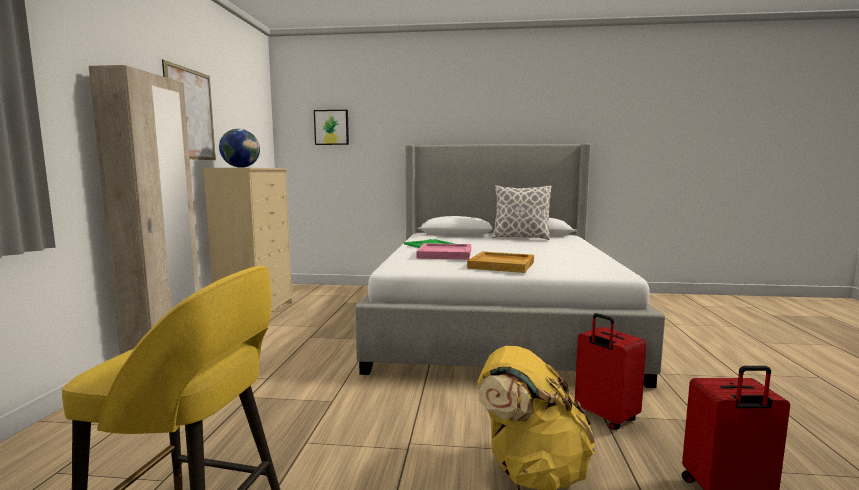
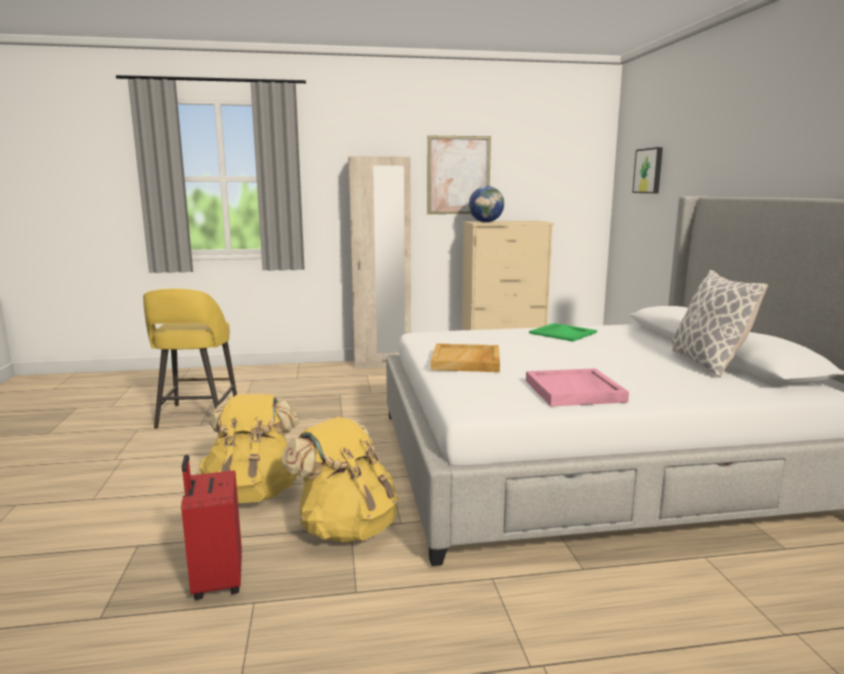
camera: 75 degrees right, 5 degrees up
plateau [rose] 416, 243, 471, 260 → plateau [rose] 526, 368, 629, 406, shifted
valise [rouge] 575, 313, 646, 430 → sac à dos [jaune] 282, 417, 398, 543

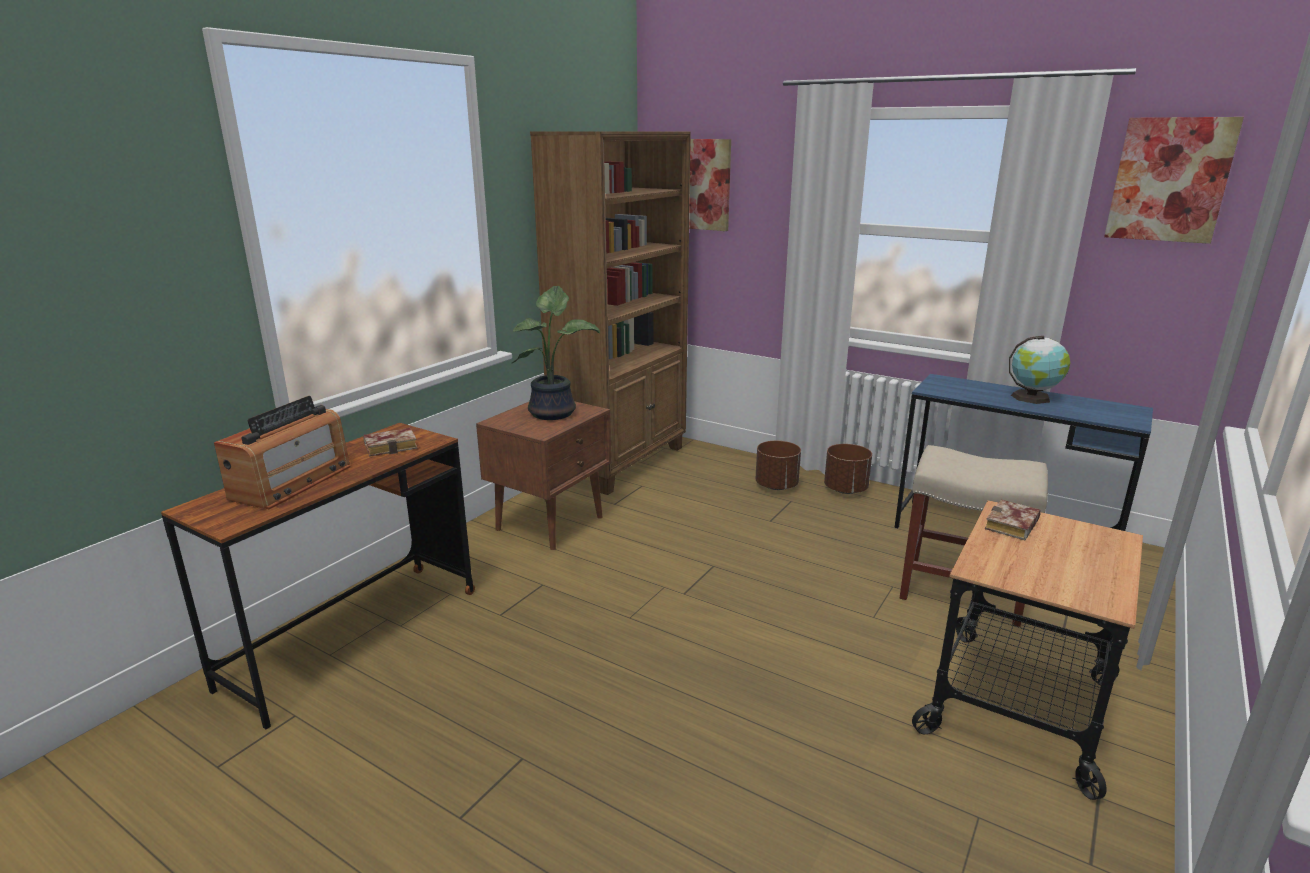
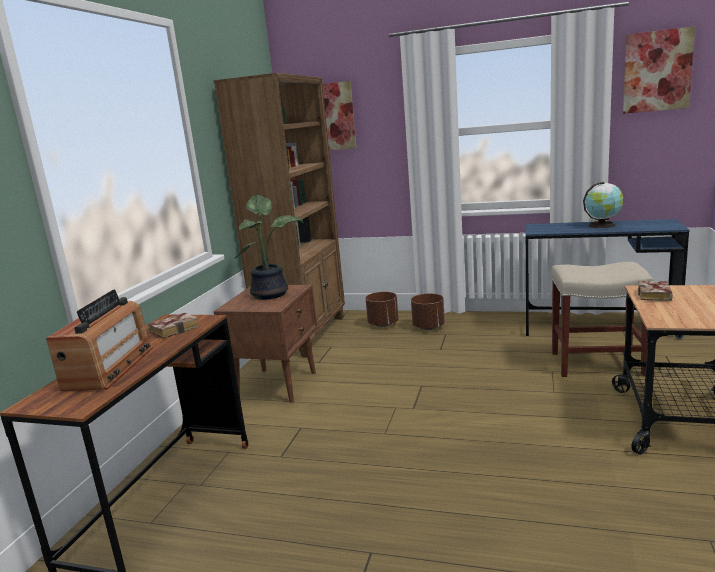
camera: 15 degrees left, 5 degrees down
cache-pot [marron] 824, 444, 872, 494 → cache-pot [marron] 366, 292, 398, 327, shifted

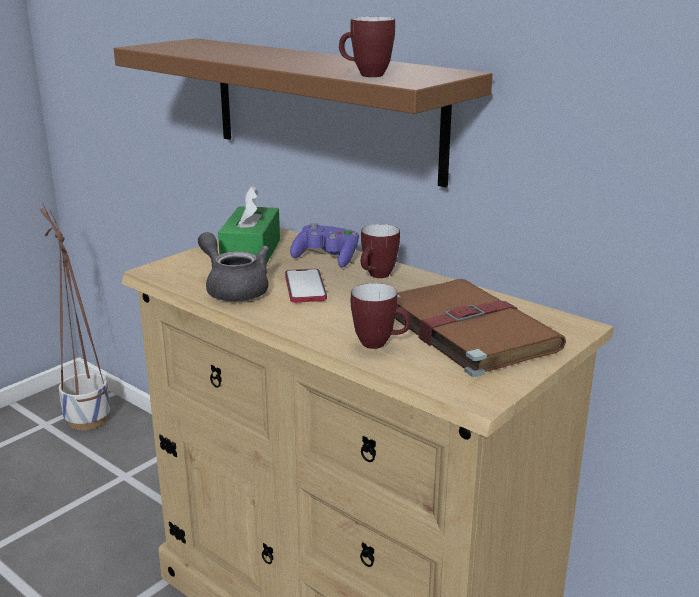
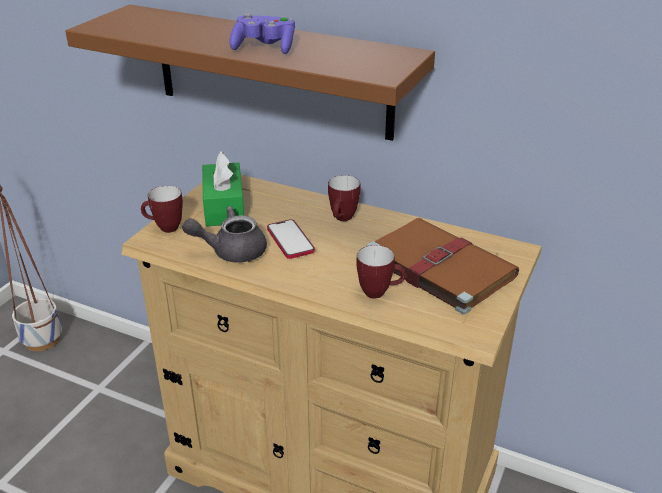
camera: 15 degrees left, 10 degrees up
manette [violet] 290, 223, 359, 267 → manette [violet] 229, 13, 295, 54, shifted
mug 339, 17, 395, 77 → mug 141, 186, 183, 233, shifted
théière [gris] 198, 232, 269, 301 → théière [gris] 182, 206, 267, 263, 45 degrees counterclockwise

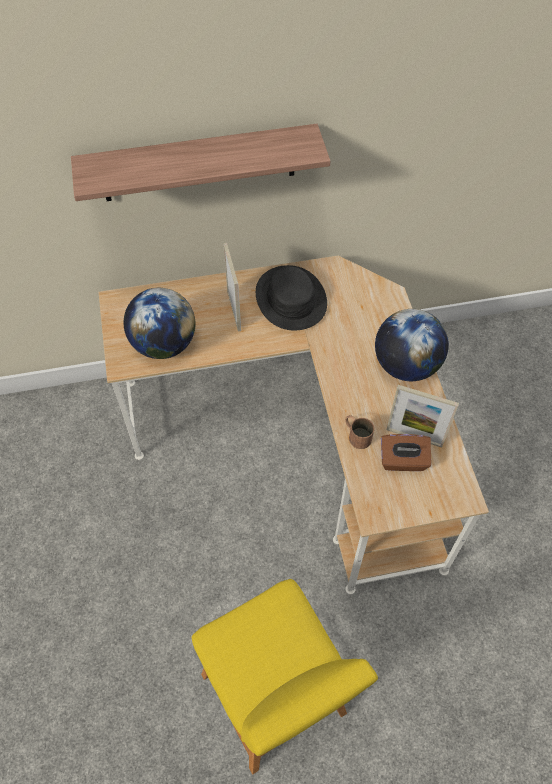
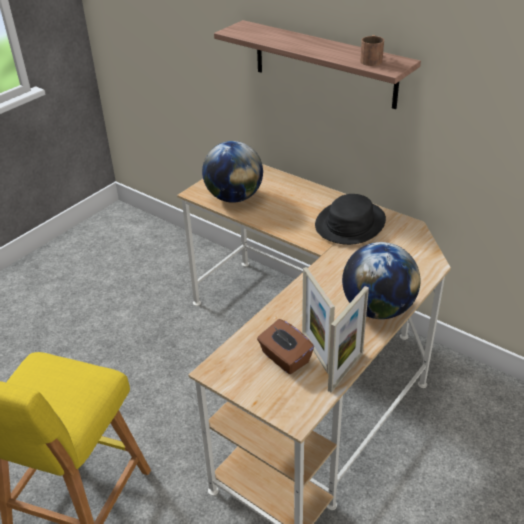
camera: 50 degrees right, 20 degrees down
cadre photo 223, 243, 241, 331 → cadre photo 328, 286, 369, 393, shifted
mug [marron] 345, 415, 374, 449 → mug [marron] 360, 35, 384, 66, shifted

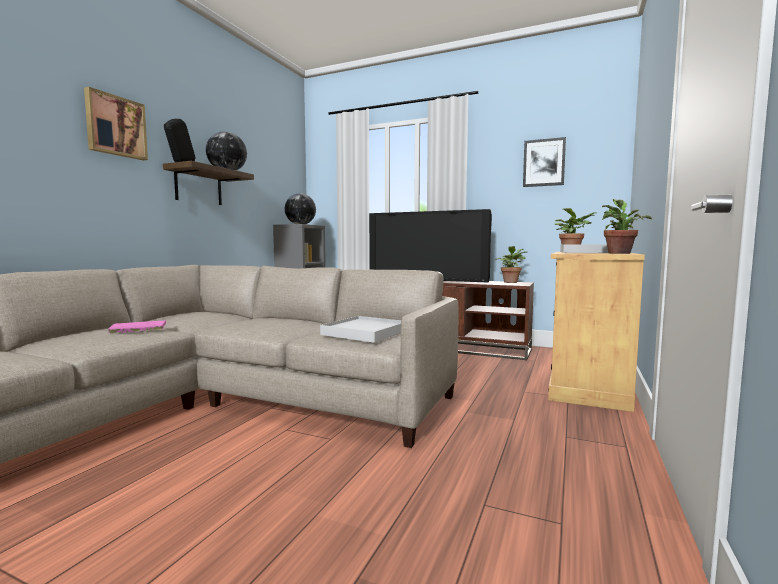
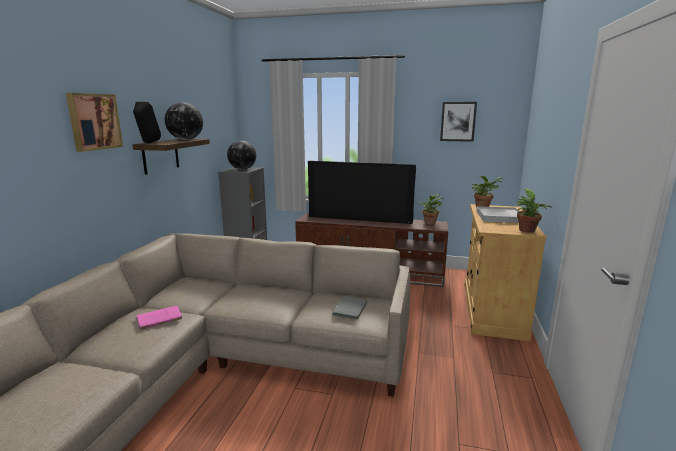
camera: 10 degrees left, 10 degrees up
plateau [blanc] 320, 316, 401, 343 → livre [gris] 332, 296, 368, 320

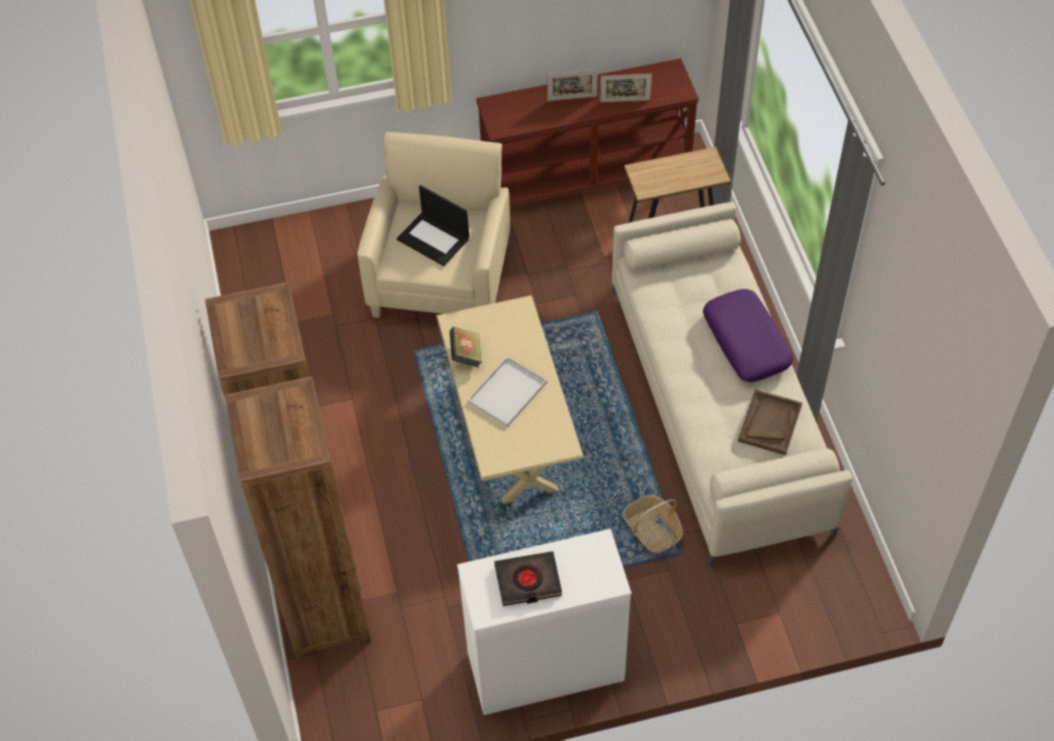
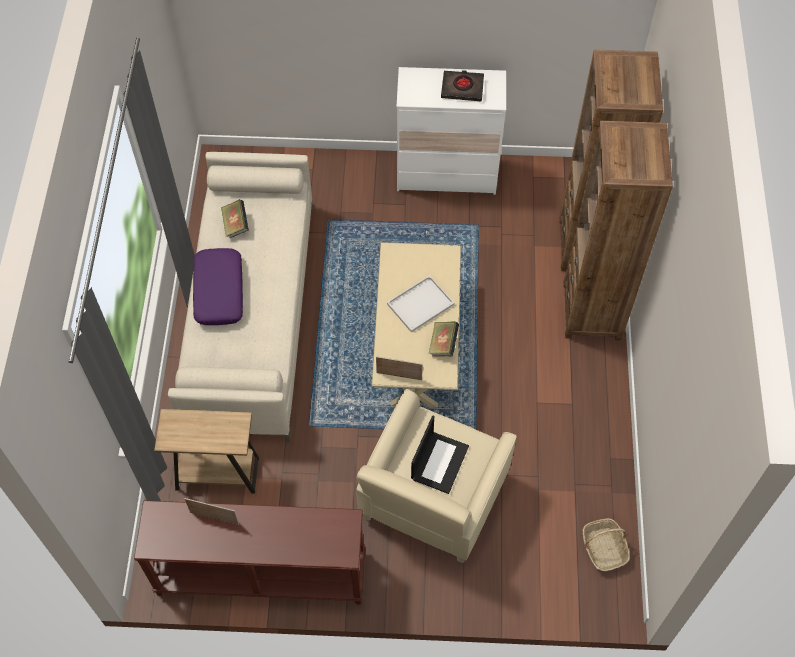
camera: 165 degrees left, 5 degrees up
cadre photo 547, 70, 598, 101 → cadre photo 376, 356, 423, 380, shifted
panier 623, 495, 683, 553 → panier 583, 518, 630, 571, shifted
plateau [marron] 738, 389, 802, 455 → livre 221, 200, 249, 238
ordinateur portable 397, 185, 469, 266 → ordinateur portable 411, 415, 469, 494, 60 degrees clockwise

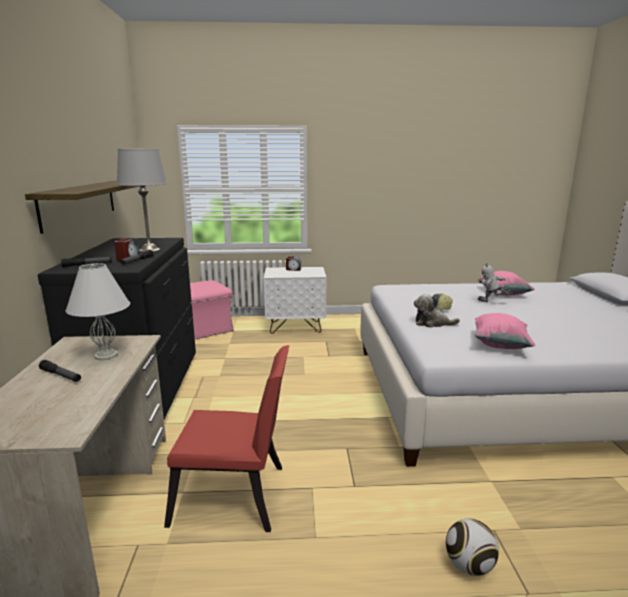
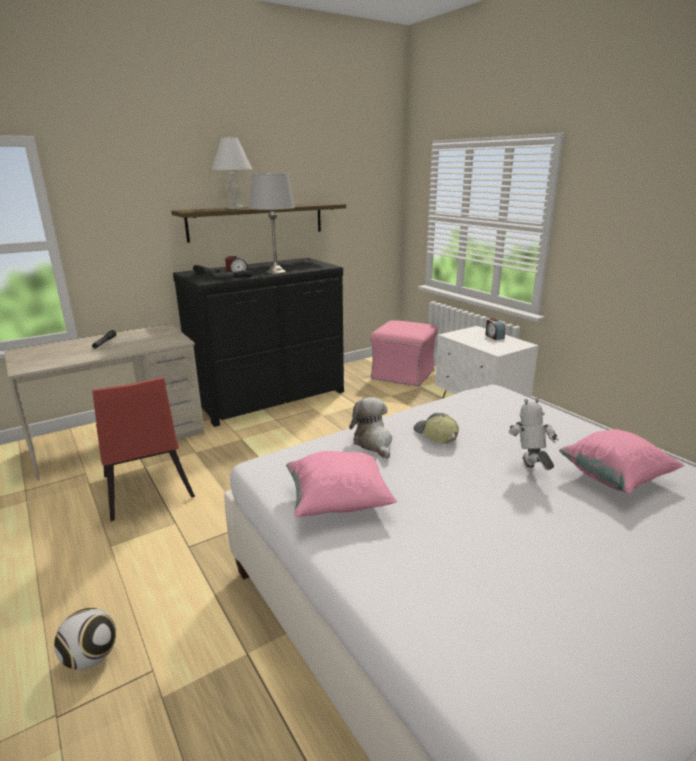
camera: 60 degrees right, 5 degrees up
lampe de table [blanc] 66, 263, 130, 360 → lampe de table [blanc] 211, 136, 253, 209, shifted

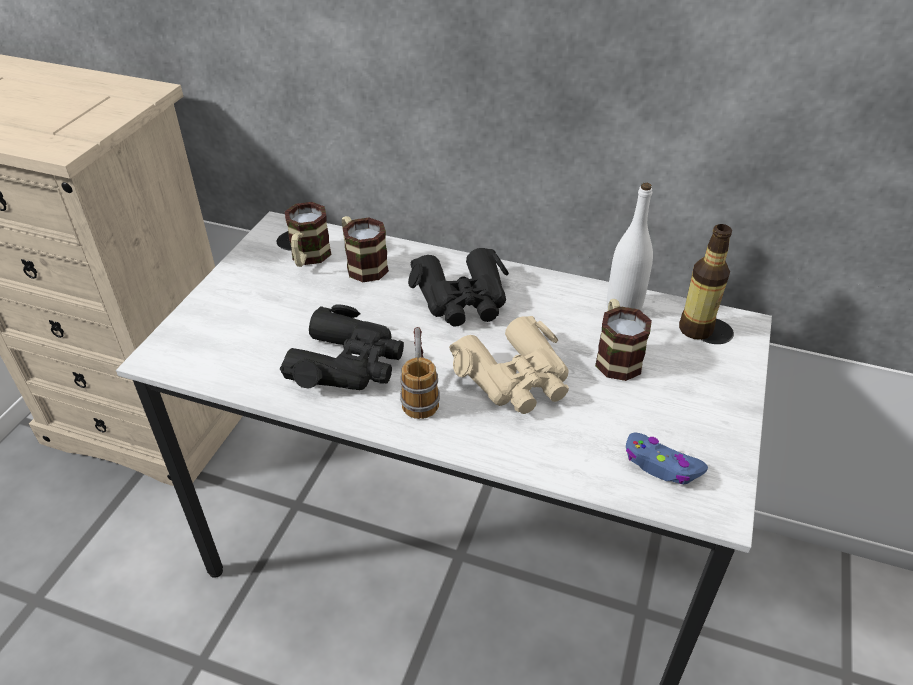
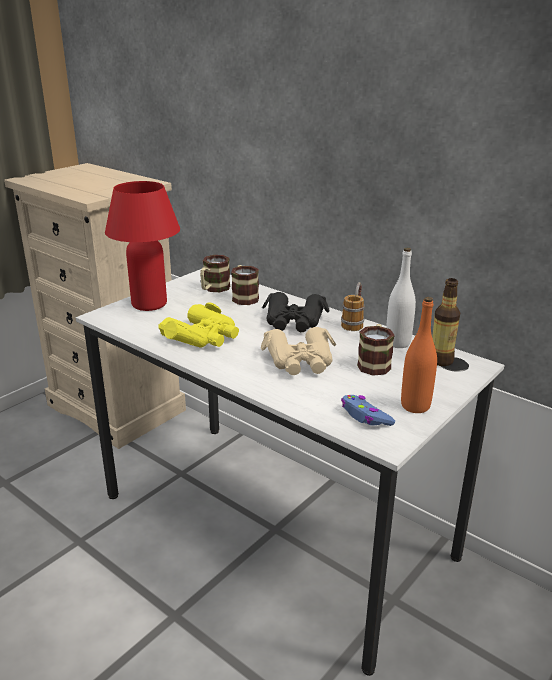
camera: 20 degrees right, 15 degrees down
- → lampe de table [rouge] 105, 181, 180, 311
- → bouteille [orange] 401, 297, 437, 413
mug 400, 327, 440, 419 → mug 341, 282, 365, 331, shifted
jumelles [noir] 280, 305, 404, 390 → jumelles [jaune] 158, 302, 239, 348

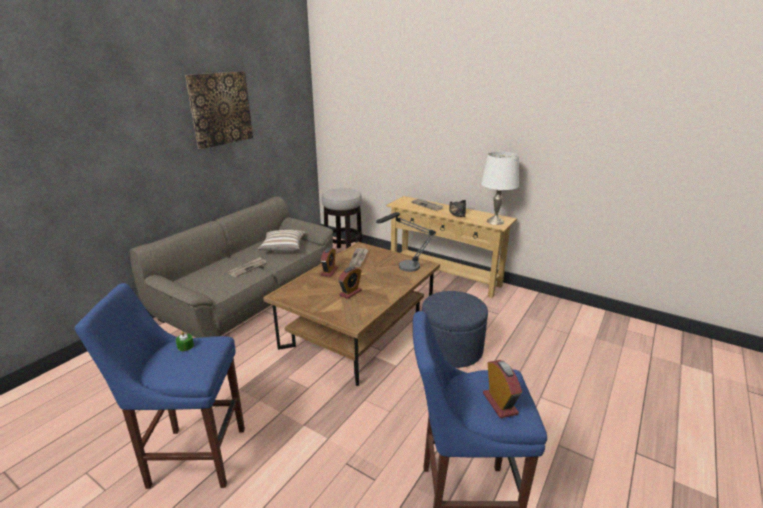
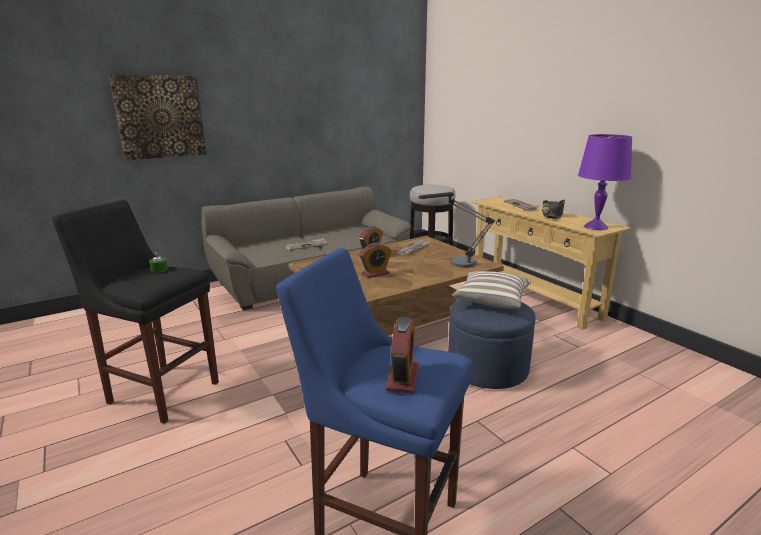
camera: 25 degrees right, 5 degrees down
tableau 185, 71, 253, 149 → tableau 109, 75, 206, 160, shifted
coussin 258, 230, 305, 252 → coussin 452, 271, 531, 309, shifted
tabouret [bleu] 75, 283, 245, 489 → tabouret [noir] 52, 200, 219, 424
lampe de table [blanc] 481, 152, 519, 225 → lampe de table [violet] 578, 134, 632, 230

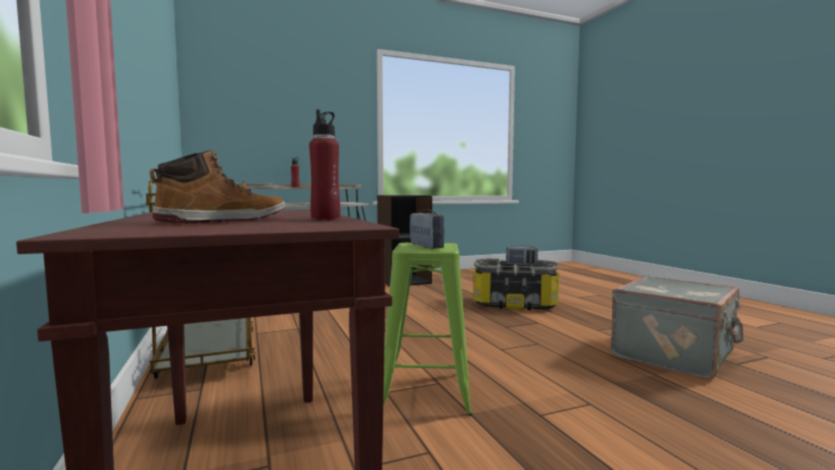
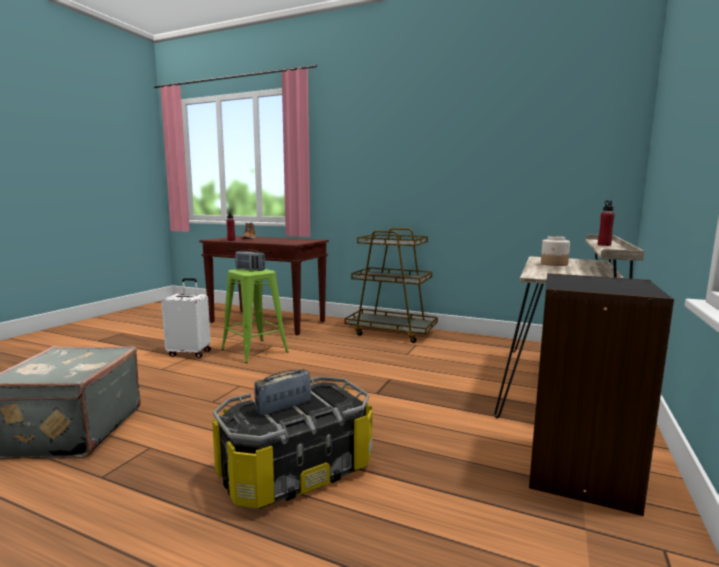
camera: 135 degrees right, 5 degrees up
- → valise [blanc] 161, 278, 211, 358
- → bocal 541, 236, 570, 266

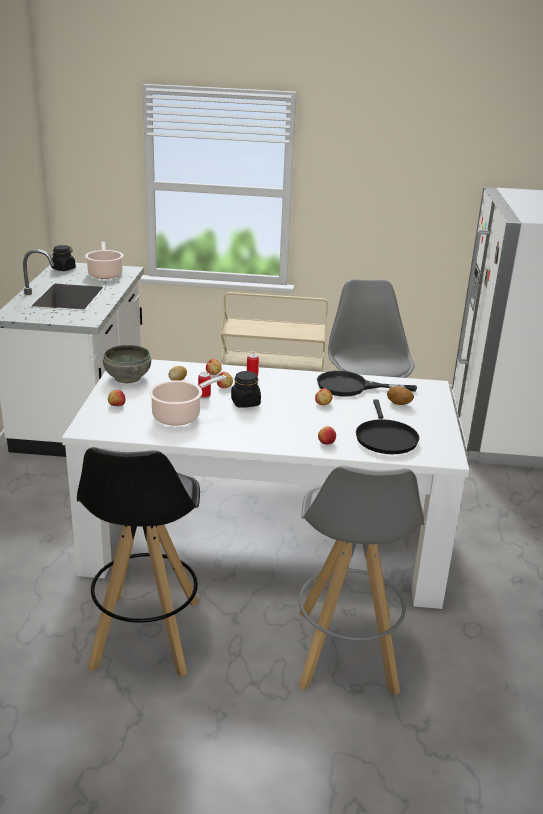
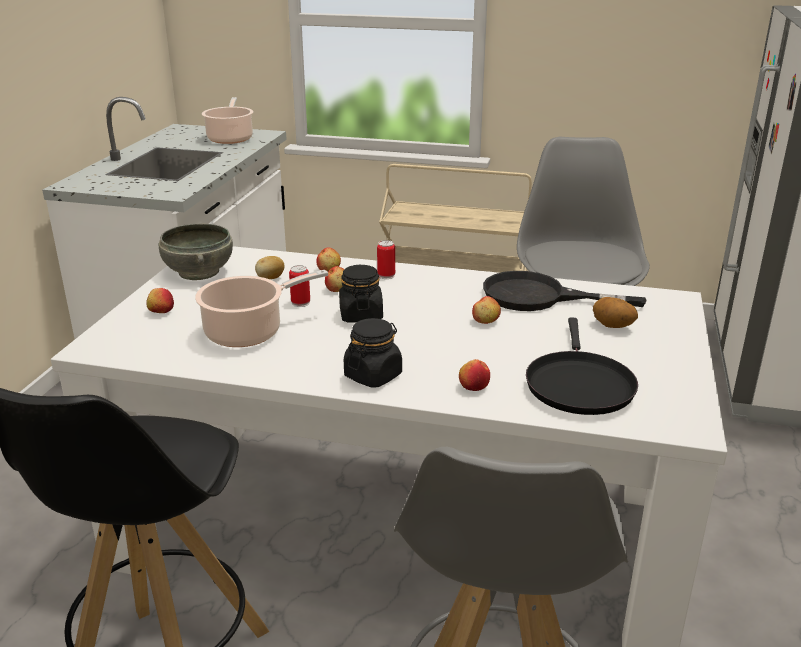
camera: 10 degrees right, 0 degrees up
bocal [noir] 51, 245, 76, 271 → bocal [noir] 344, 318, 402, 388, shifted

